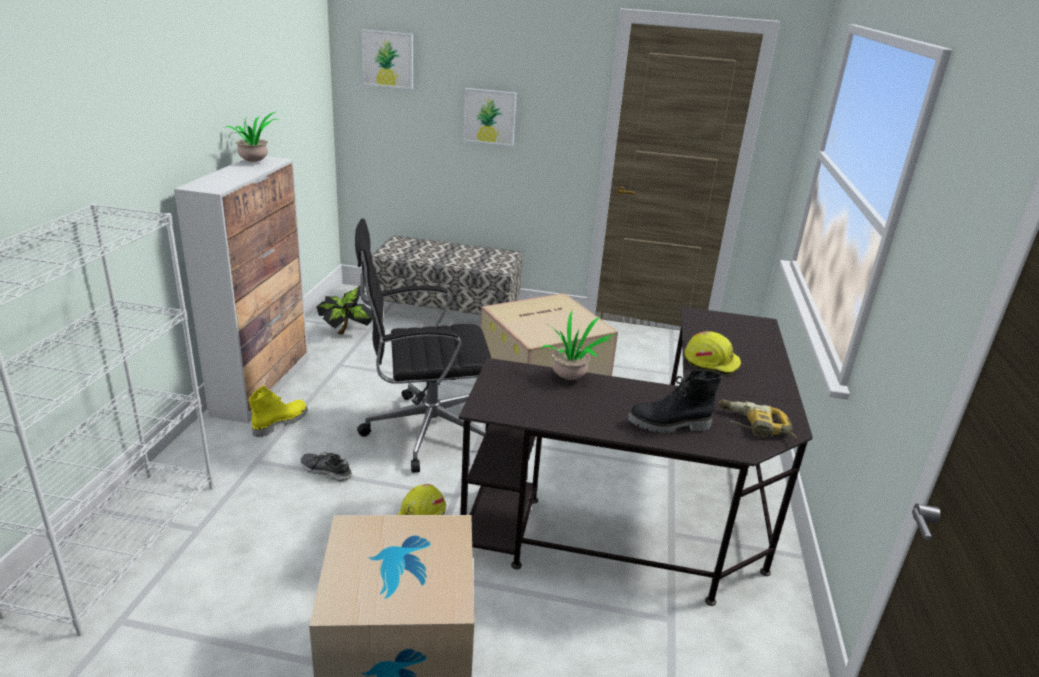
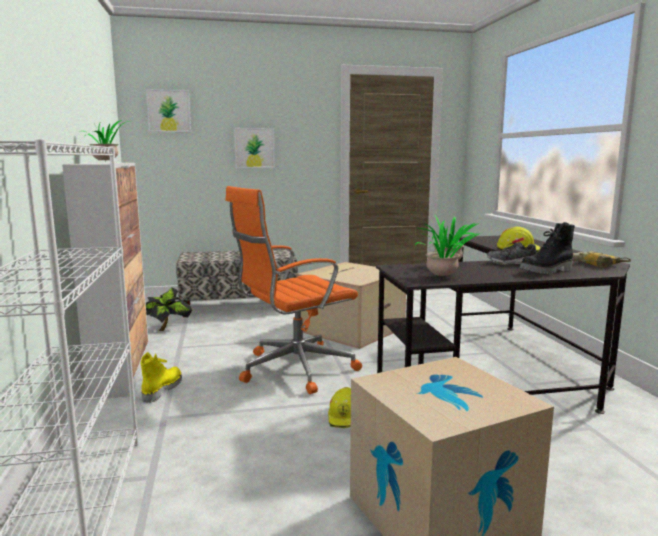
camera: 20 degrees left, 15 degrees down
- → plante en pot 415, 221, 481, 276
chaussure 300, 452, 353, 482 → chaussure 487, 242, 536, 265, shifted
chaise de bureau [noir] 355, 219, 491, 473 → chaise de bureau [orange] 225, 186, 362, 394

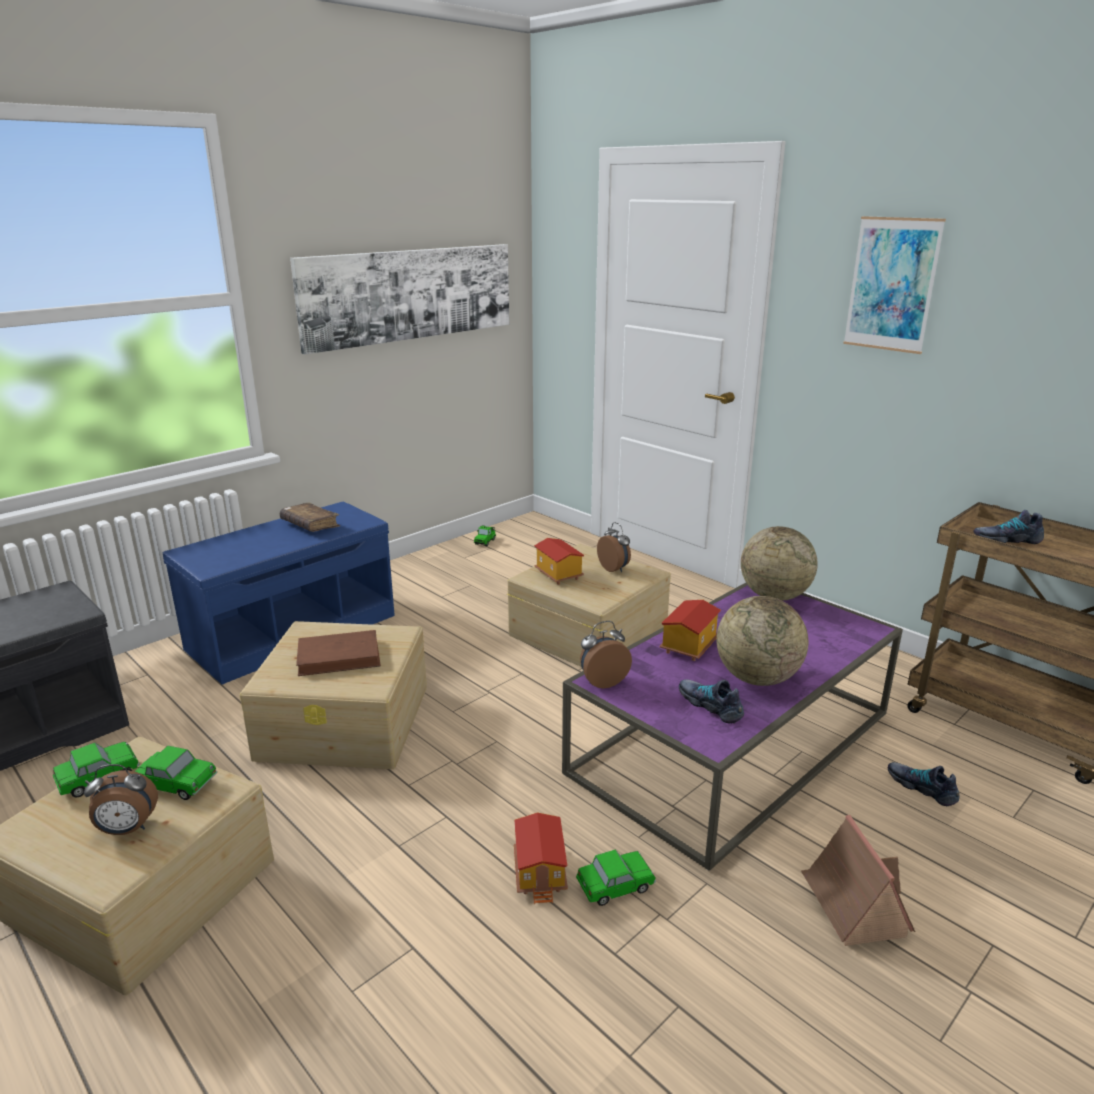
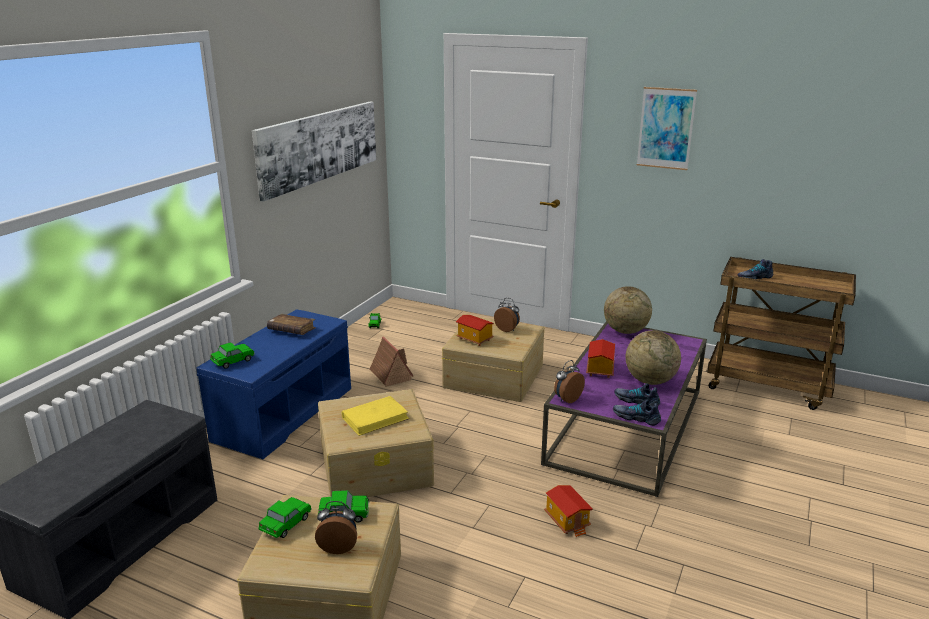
camera: 20 degrees left, 0 degrees up
petite voiture 576, 850, 656, 906 → petite voiture 210, 342, 255, 369, shifted
maison miniature 801, 815, 915, 946 → maison miniature 370, 336, 414, 387, shifted
chaussure 888, 762, 959, 806 → chaussure 613, 399, 661, 426, shifted
livre [marron] 296, 630, 381, 676 → livre [jaune] 342, 396, 410, 436
réveil 84, 764, 158, 835 → réveil 315, 501, 357, 554, 150 degrees counterclockwise

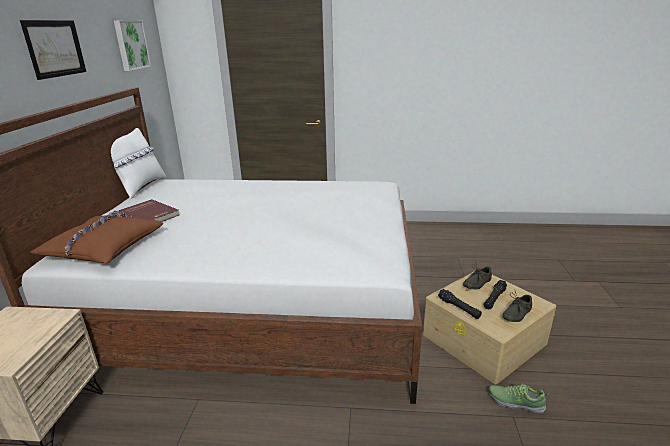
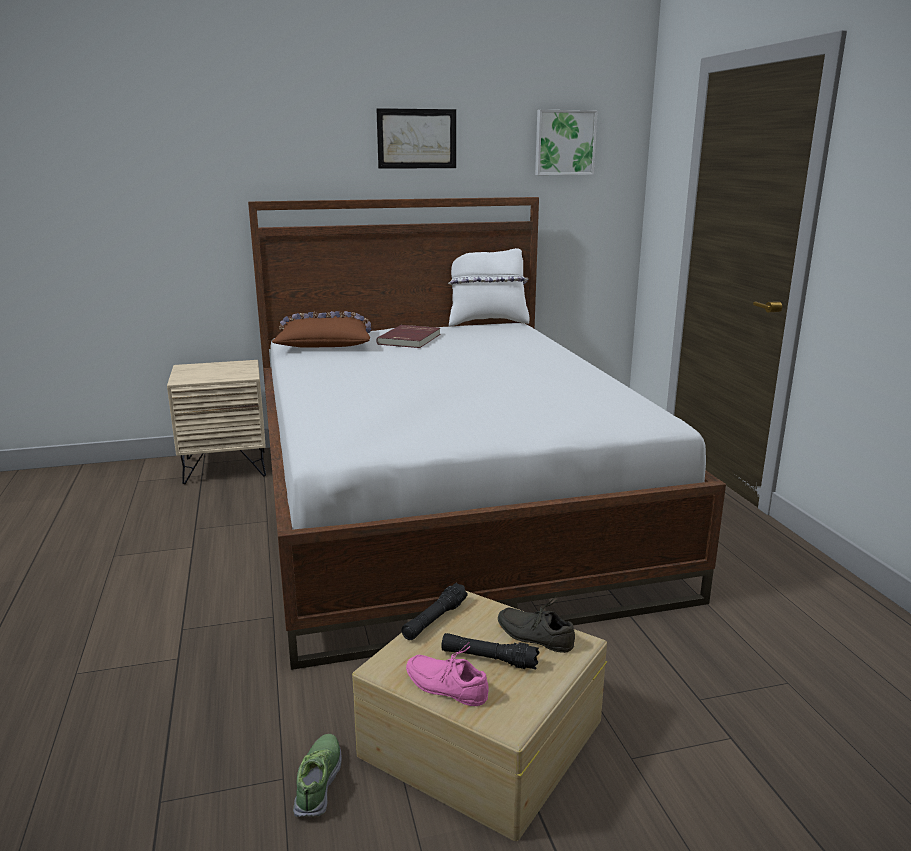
camera: 70 degrees right, 5 degrees down
chaussure [gris] 502, 289, 532, 322 → chaussure [rose] 406, 643, 489, 706

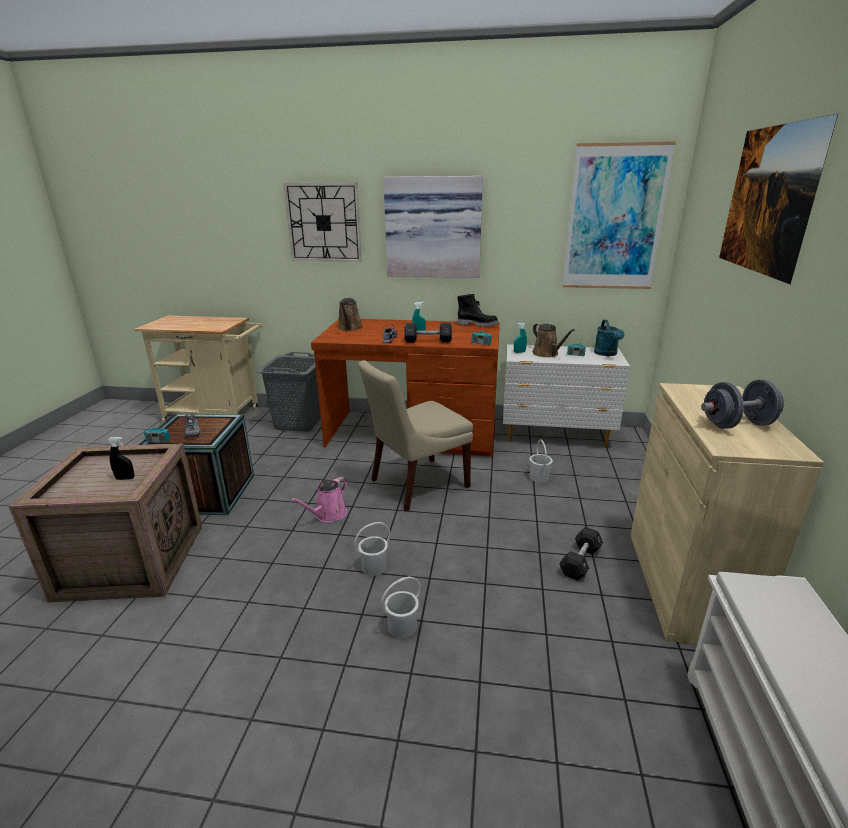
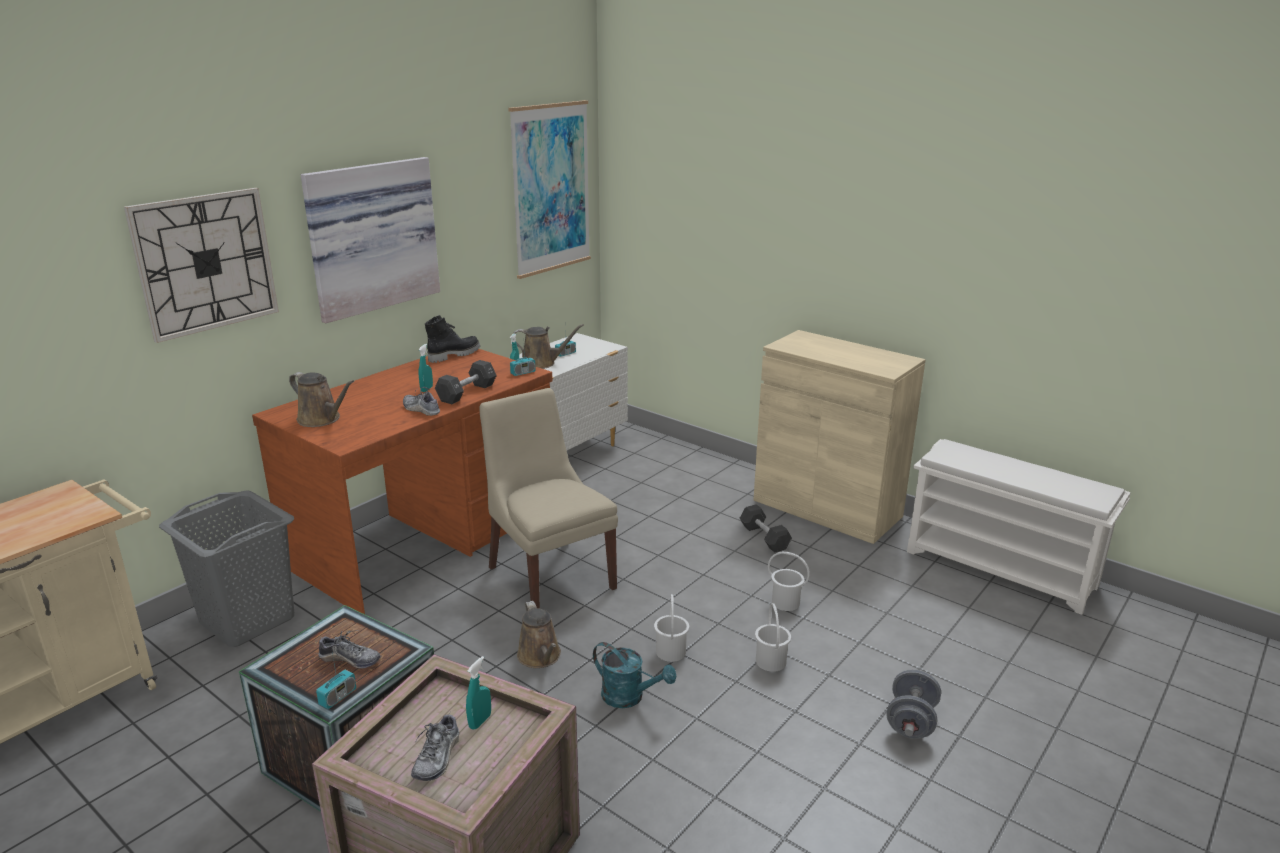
camera: 60 degrees left, 0 degrees up
tableau 719, 114, 838, 285 → -
- → chaussure 411, 714, 459, 781
seau [blanc] 529, 439, 553, 483 → seau [blanc] 768, 552, 810, 611, shifted
arrosoir [turquoise] 594, 320, 625, 356 → arrosoir [turquoise] 593, 642, 677, 708, shifted
haltère [gris] 701, 380, 784, 429 → haltère [gris] 887, 670, 941, 739, shifted
vaporisateur [noir] 107, 437, 134, 480 → vaporisateur [turquoise] 466, 656, 491, 730
arrosoir [rose] 290, 477, 348, 522 → arrosoir [marron] 517, 601, 561, 668
chaise [beige] 358, 360, 473, 511 → chaise [beige] 480, 388, 618, 608, 150 degrees clockwise

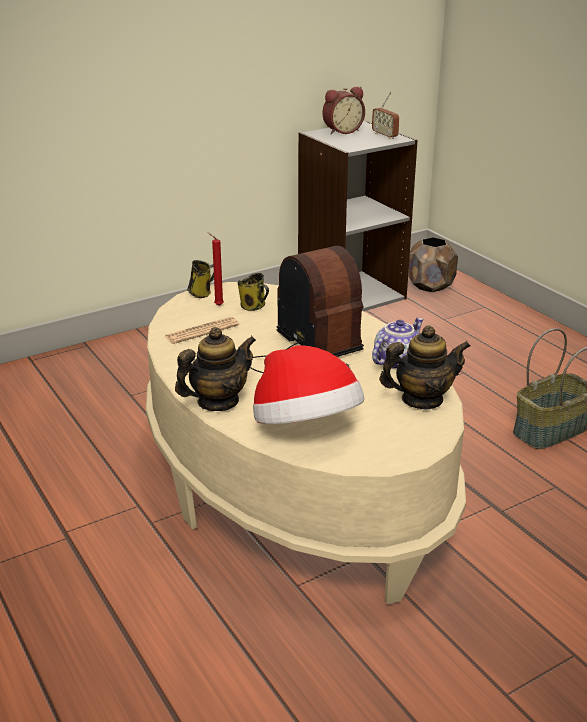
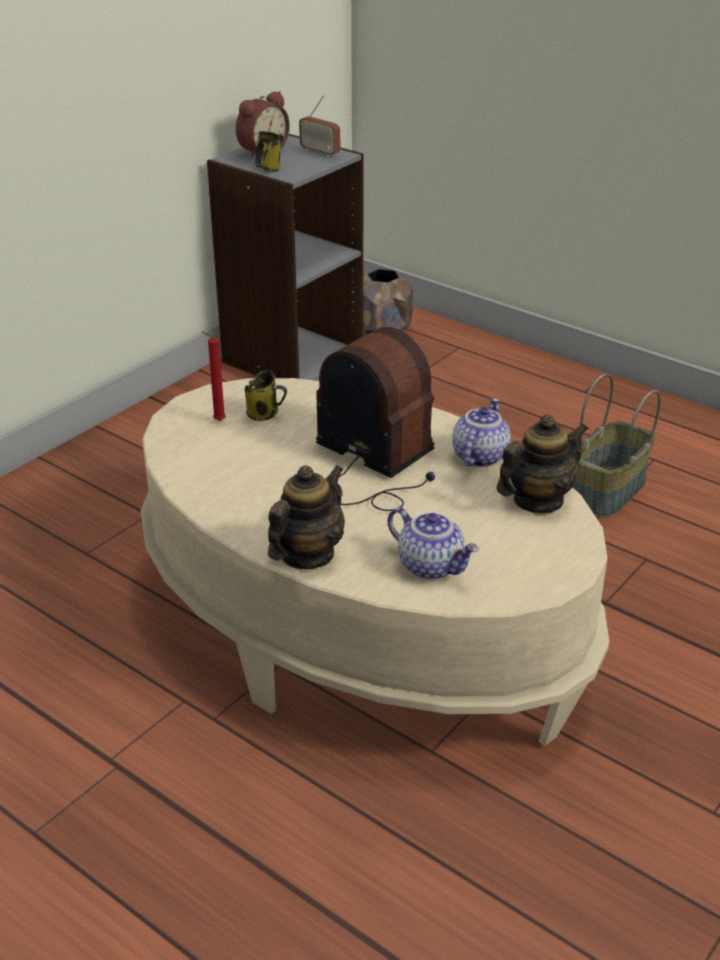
camera: 20 degrees left, 5 degrees up
journal 165, 317, 239, 344 → -
mug 187, 260, 214, 298 → mug 255, 131, 283, 172, shifted
chapeau 253, 346, 364, 424 → théière 387, 507, 478, 580

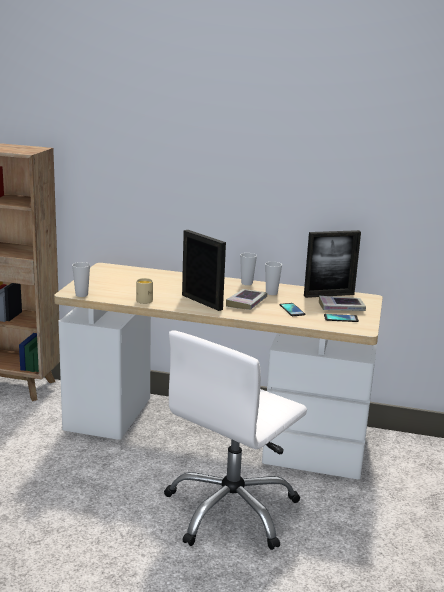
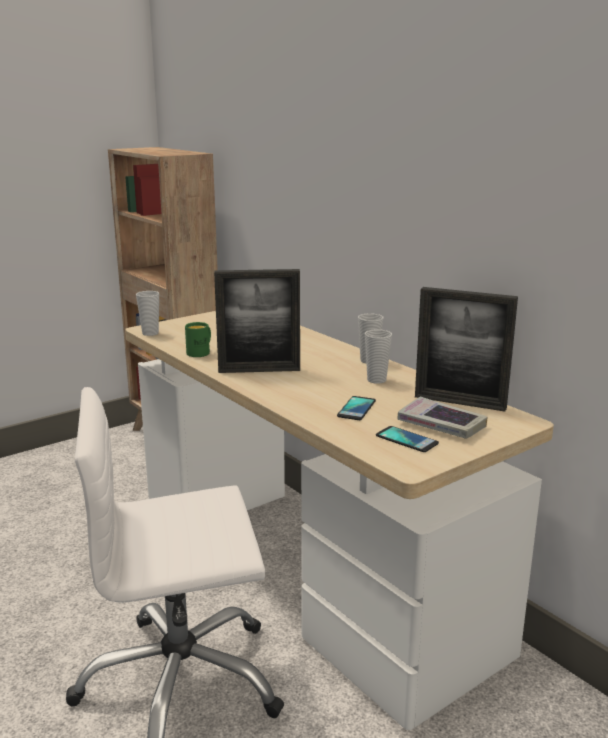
camera: 40 degrees right, 0 degrees up
livre 226, 289, 267, 310 → -
mug [beige] 136, 278, 153, 304 → mug [vert] 185, 322, 211, 357
cadre photo 182, 230, 226, 311 → cadre photo 214, 269, 300, 373, 90 degrees clockwise

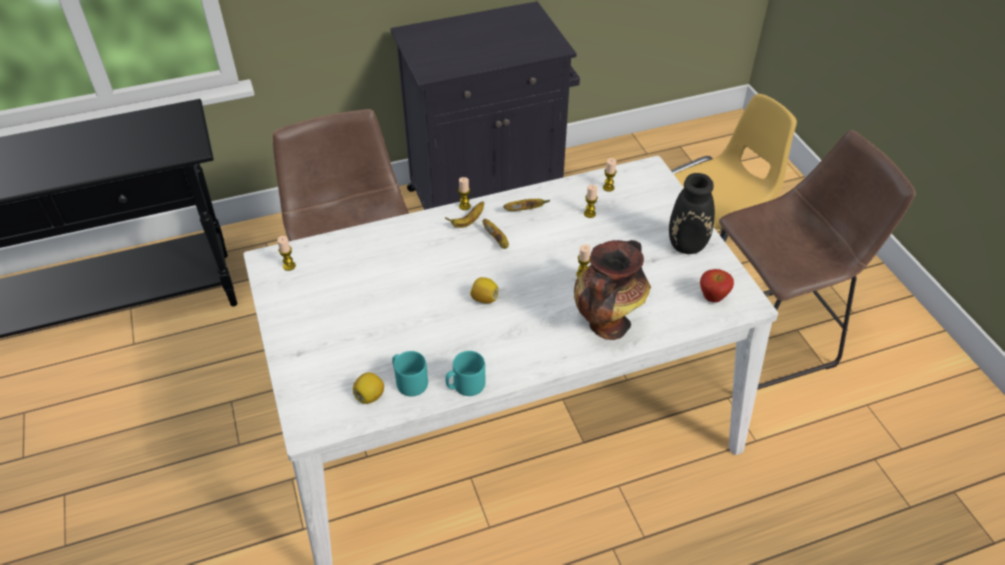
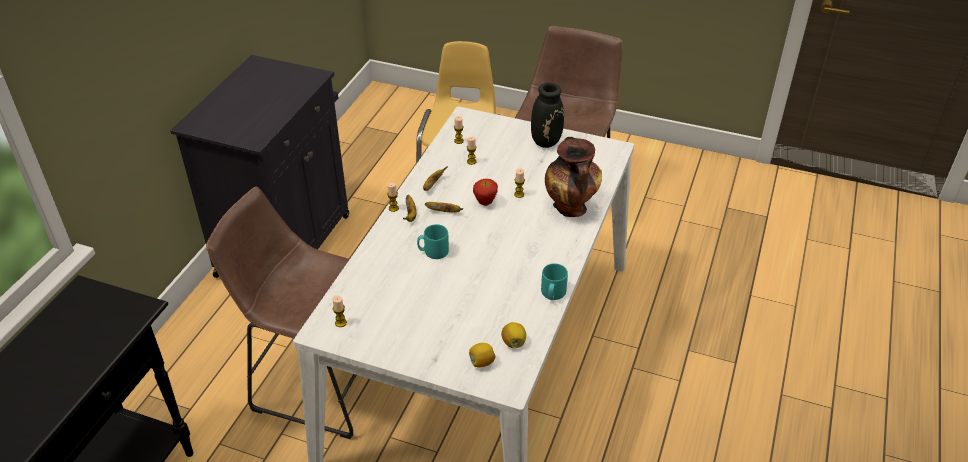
camera: 50 degrees left, 5 degrees down
mug [turquoise] 392, 351, 428, 396 → mug [turquoise] 417, 224, 449, 259, shifted
citron 470, 277, 499, 304 → citron 469, 343, 495, 368, shifted
pomme 700, 269, 734, 303 → pomme 473, 179, 498, 206, shifted

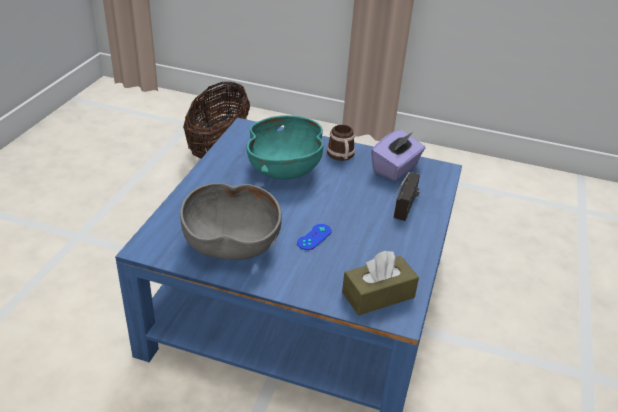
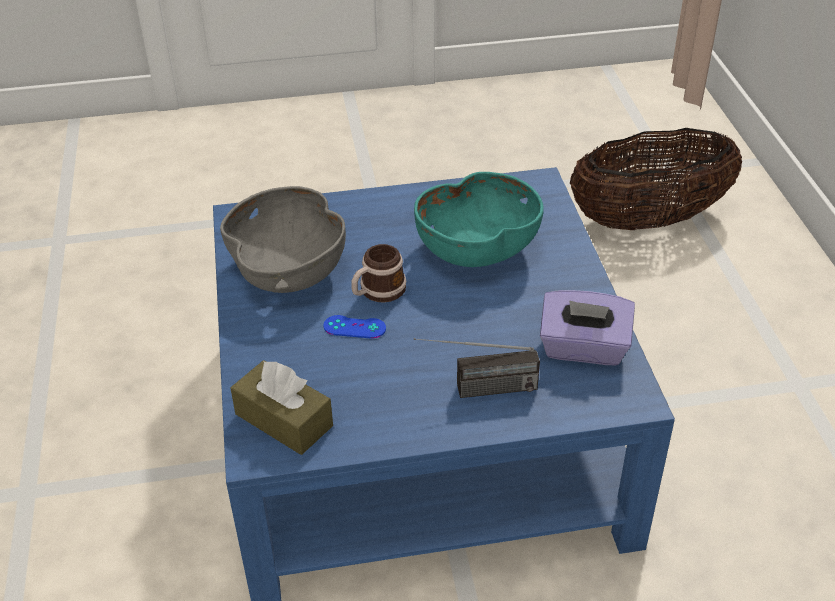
camera: 65 degrees right, 5 degrees up
mug 327, 125, 355, 161 → mug 351, 244, 406, 303, shifted

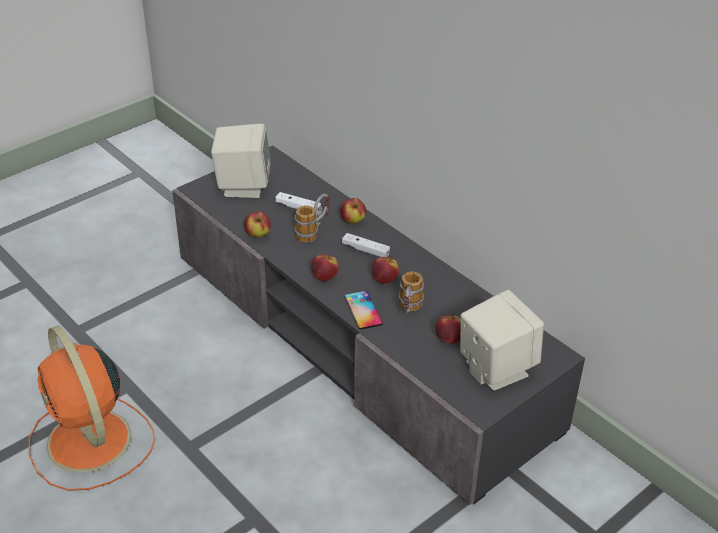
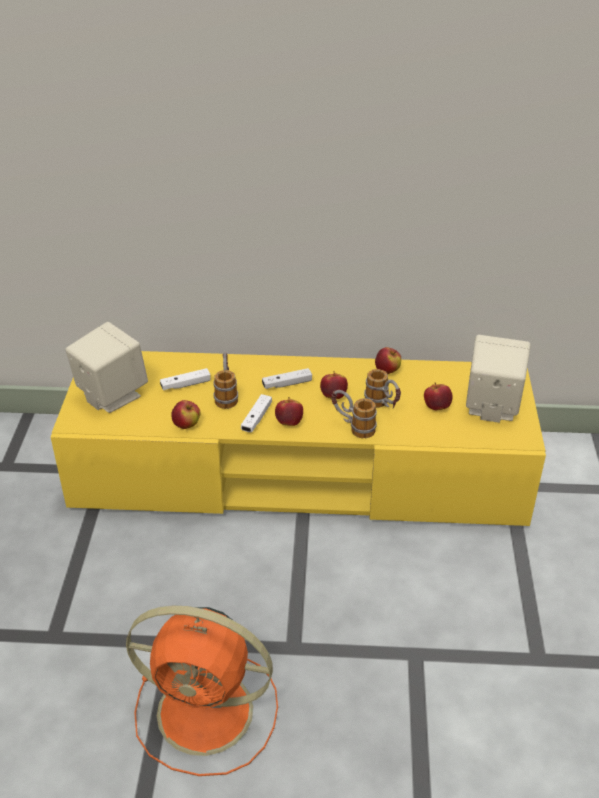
camera: 45 degrees left, 0 degrees up
- → manette [blanc] 241, 394, 272, 432
pomme 340, 198, 366, 224 → pomme 375, 347, 401, 374, shifted
téléphone 344, 291, 383, 329 → mug 331, 390, 377, 438
meuble télé [gris] 172, 145, 585, 505 → meuble télé [jaune] 51, 351, 546, 526

